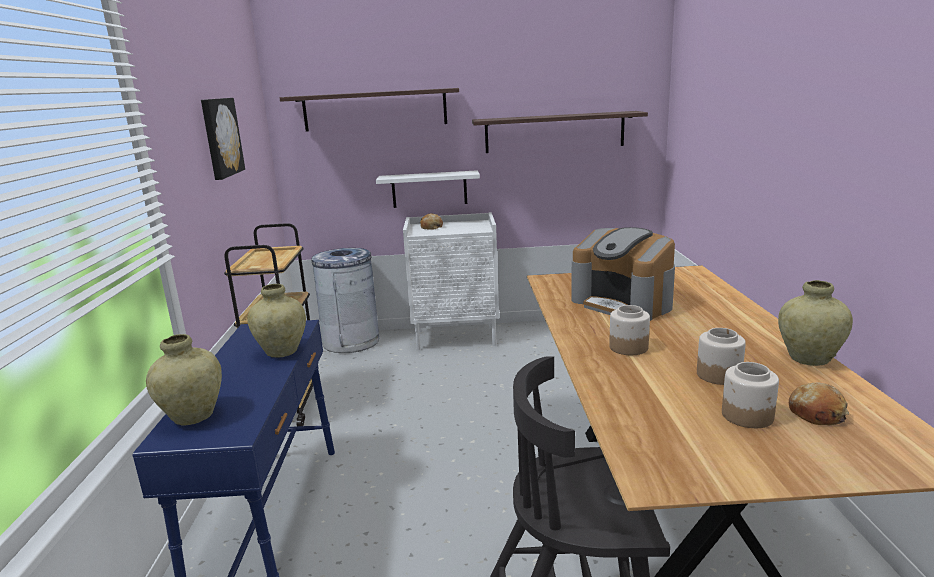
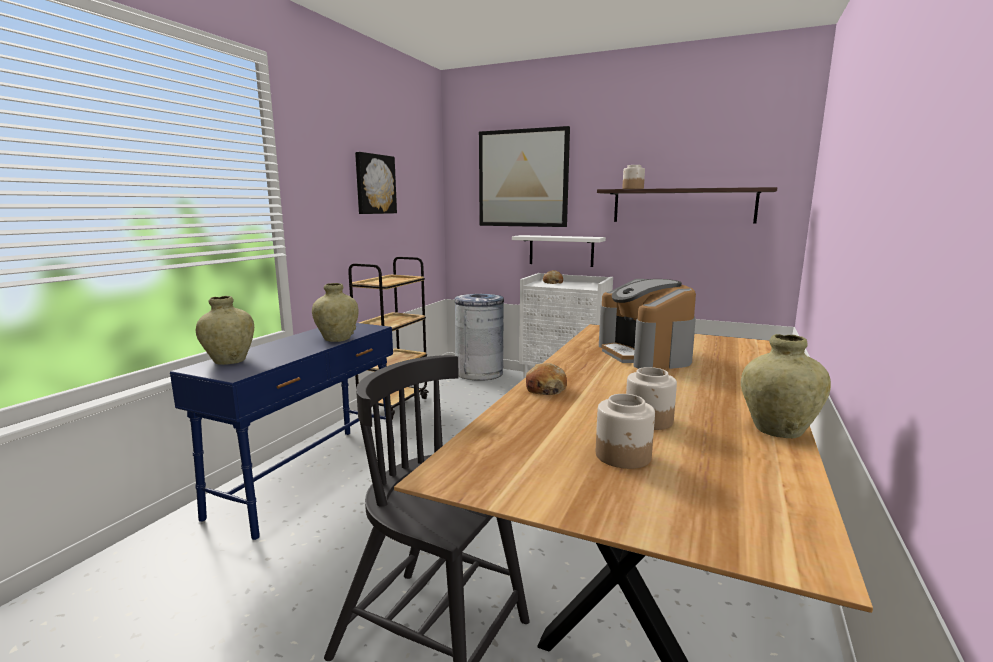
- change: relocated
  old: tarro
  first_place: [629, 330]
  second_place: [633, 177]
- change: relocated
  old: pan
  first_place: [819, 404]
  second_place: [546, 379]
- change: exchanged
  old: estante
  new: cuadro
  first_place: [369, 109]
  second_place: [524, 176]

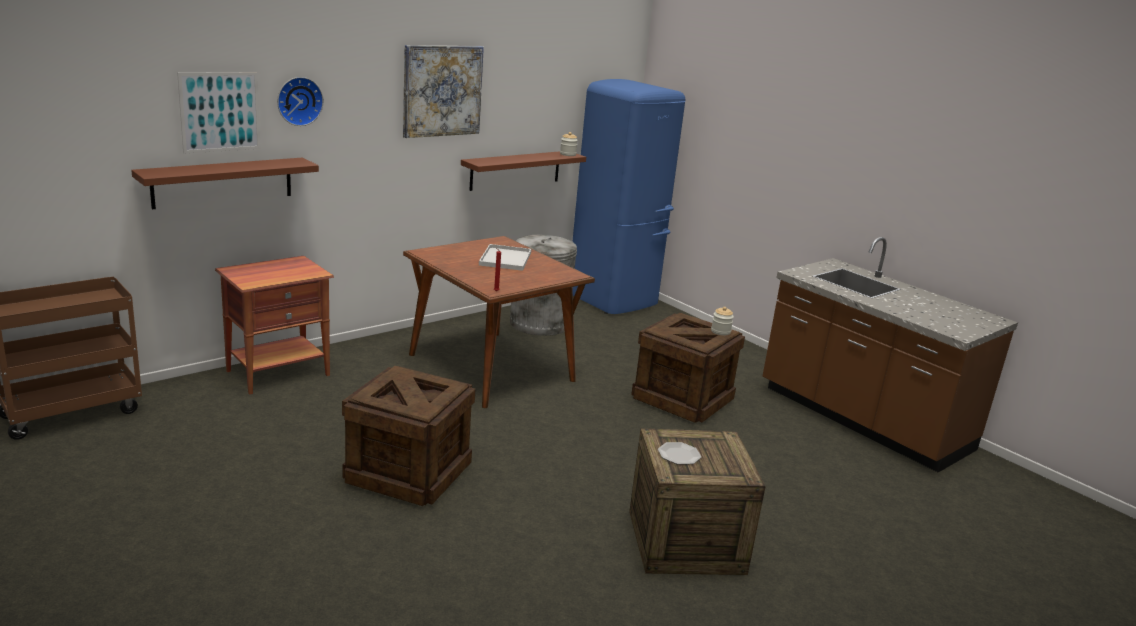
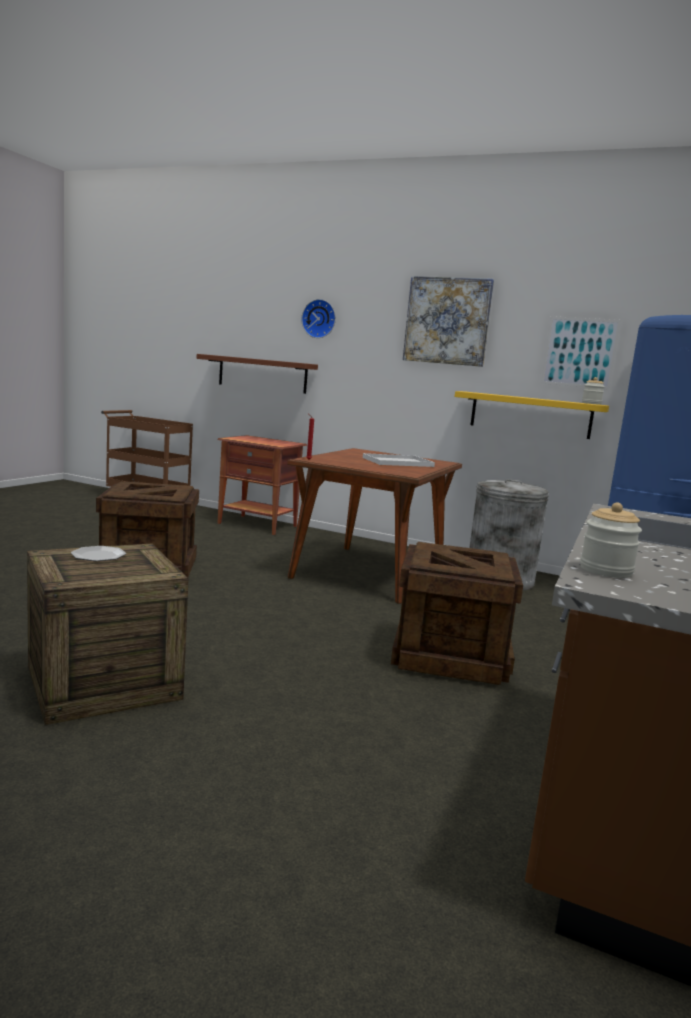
- change: relocated
  old: cuadro
  first_place: [219, 112]
  second_place: [581, 353]
- change: relocated
  old: tarro
  first_place: [722, 321]
  second_place: [611, 540]
- change: colour
  old: estante [marrón]
  new: estante [amarillo]
  first_place: [523, 171]
  second_place: [532, 415]

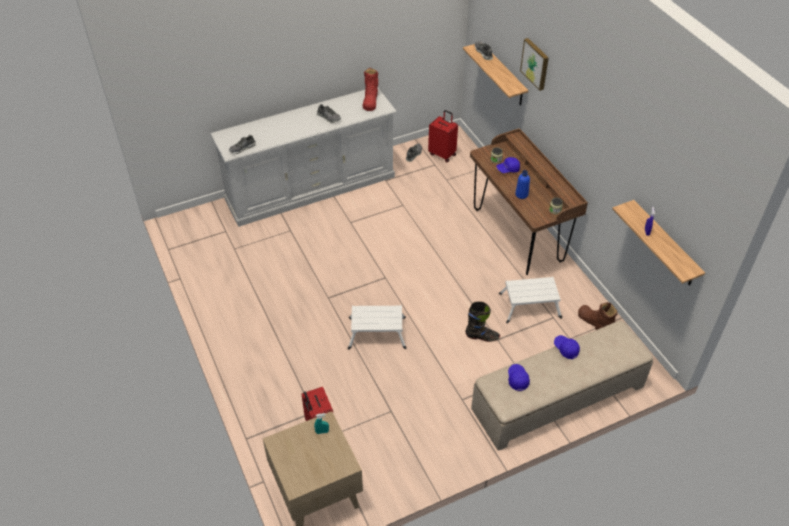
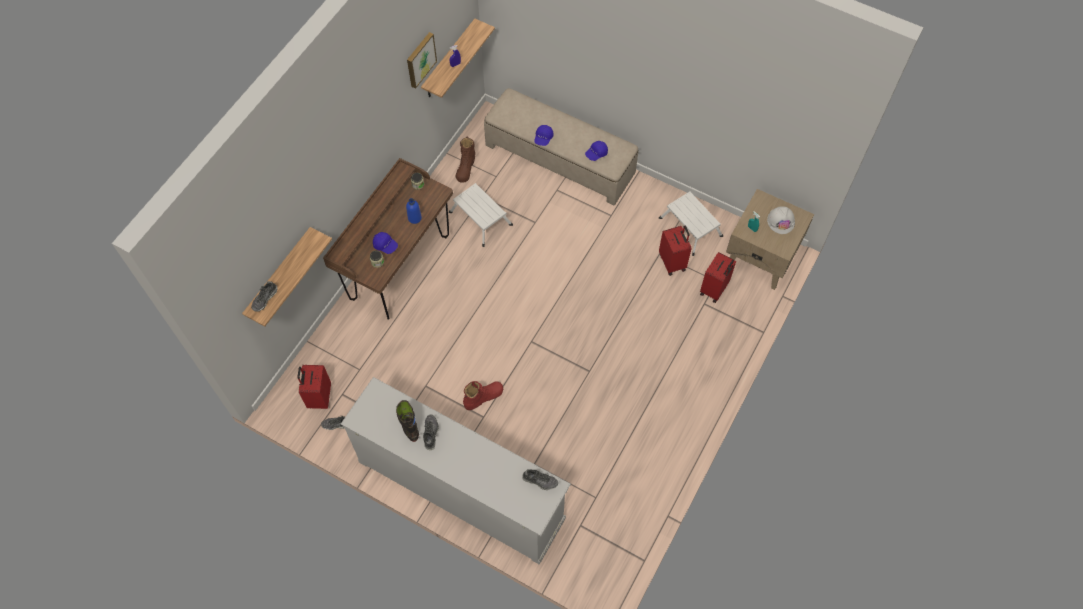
- change: appeared
  new: maleta [rojo]
  second_place: [675, 251]
- change: appeared
  new: casco [blanco]
  second_place: [781, 220]
- change: relocated
  old: escalera de tijera [blanco]
  first_place: [377, 327]
  second_place: [691, 223]
- change: relocated
  old: bota [rojo]
  first_place: [370, 89]
  second_place: [483, 395]
- change: relocated
  old: bota [negro]
  first_place: [482, 321]
  second_place: [407, 421]
- change: relocated
  old: cuadro
  first_place: [534, 64]
  second_place: [422, 60]

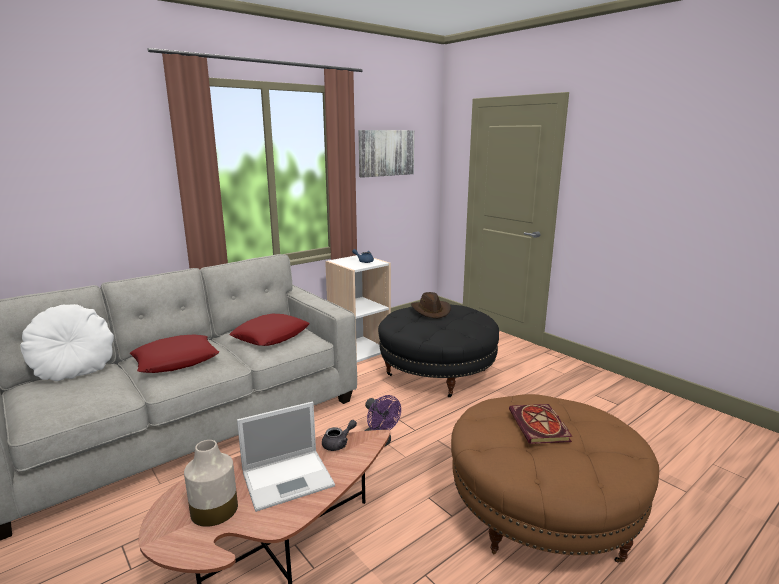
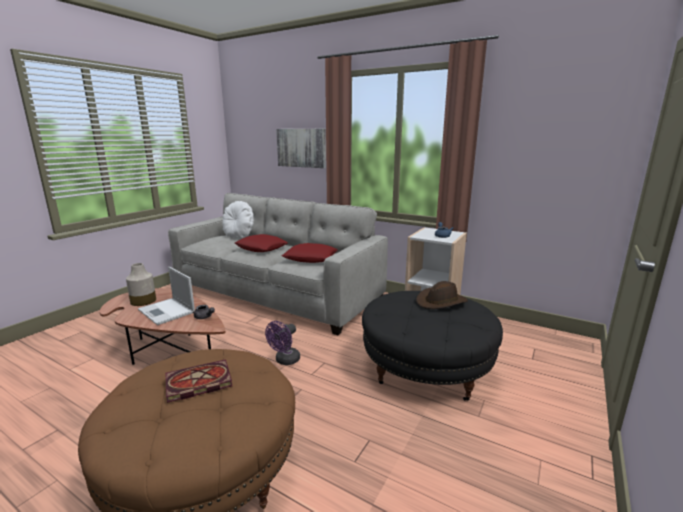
- change: relocated
  old: cuadro
  first_place: [386, 154]
  second_place: [301, 148]

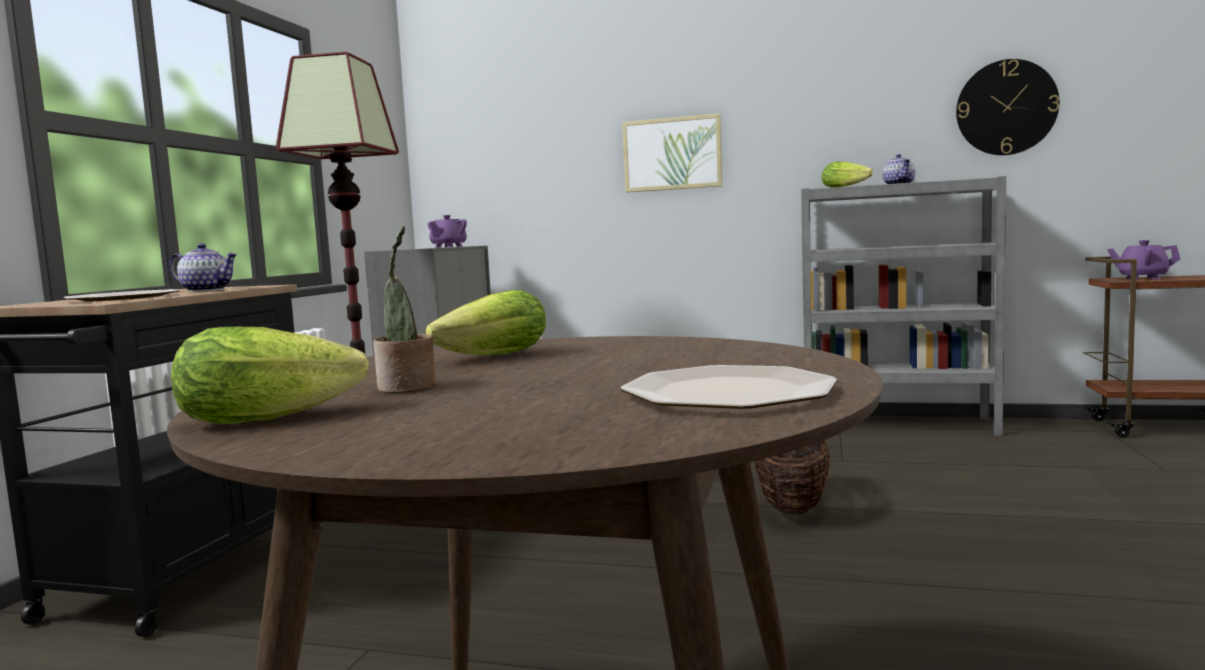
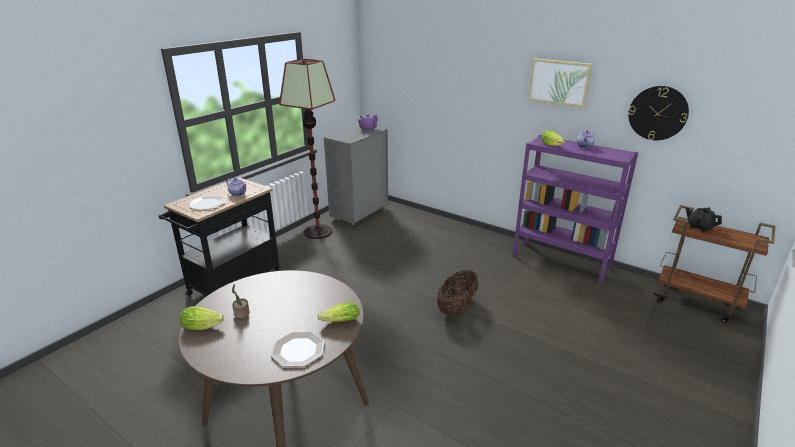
- change: relocated
  old: lechuga
  first_place: [486, 322]
  second_place: [338, 312]
- change: relocated
  old: cuadro
  first_place: [672, 152]
  second_place: [560, 83]
- change: colour
  old: estantería [gris]
  new: estantería [morado]
  first_place: [903, 306]
  second_place: [575, 209]
- change: colour
  old: tetera [morado]
  new: tetera [negro]
  first_place: [1144, 260]
  second_place: [704, 219]

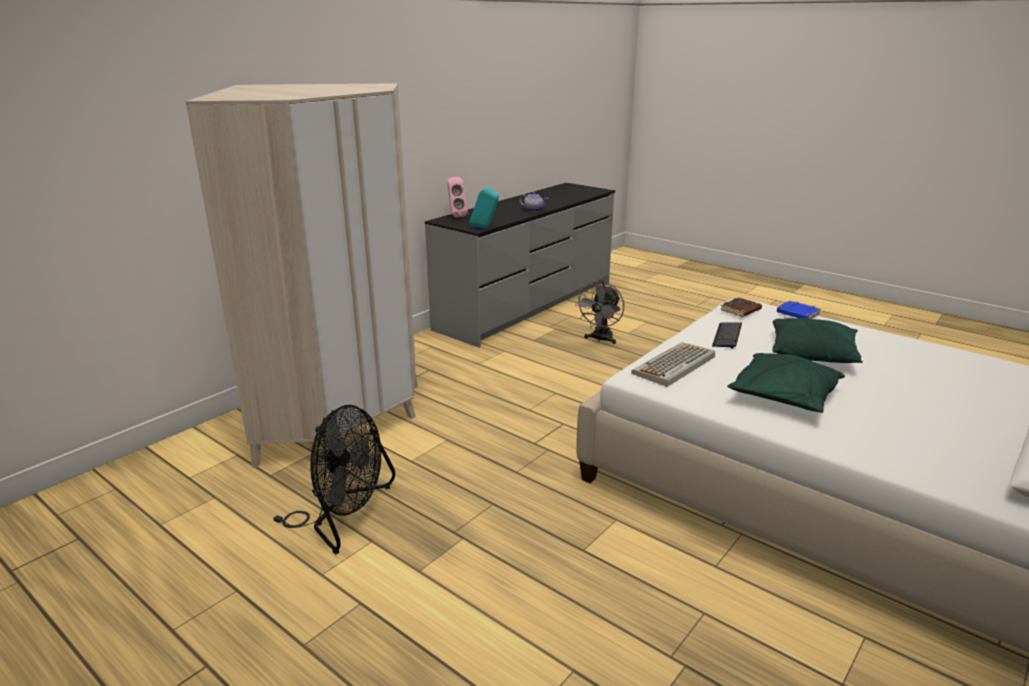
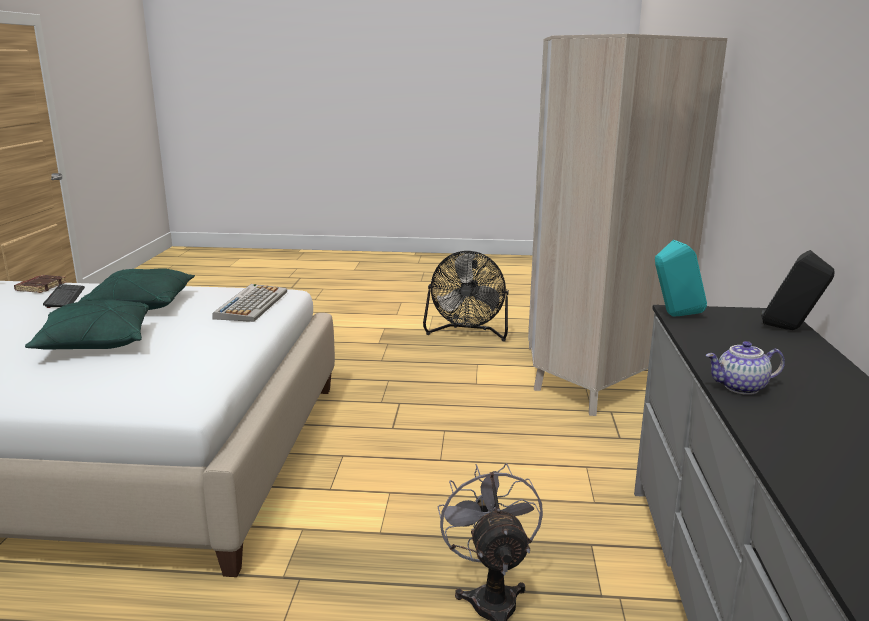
- change: missing
  old: libro [azul]
  first_place: [799, 310]
- change: relocated
  old: teclado
  first_place: [727, 335]
  second_place: [64, 296]
- change: relocated
  old: libro [marrón]
  first_place: [741, 307]
  second_place: [40, 284]
- change: colour
  old: altavoz [rosa]
  new: altavoz [negro]
  first_place: [458, 197]
  second_place: [798, 290]
- change: spun
  old: ventilador [negro]
  first_place: [334, 480]
  second_place: [466, 296]
  degrees: -60

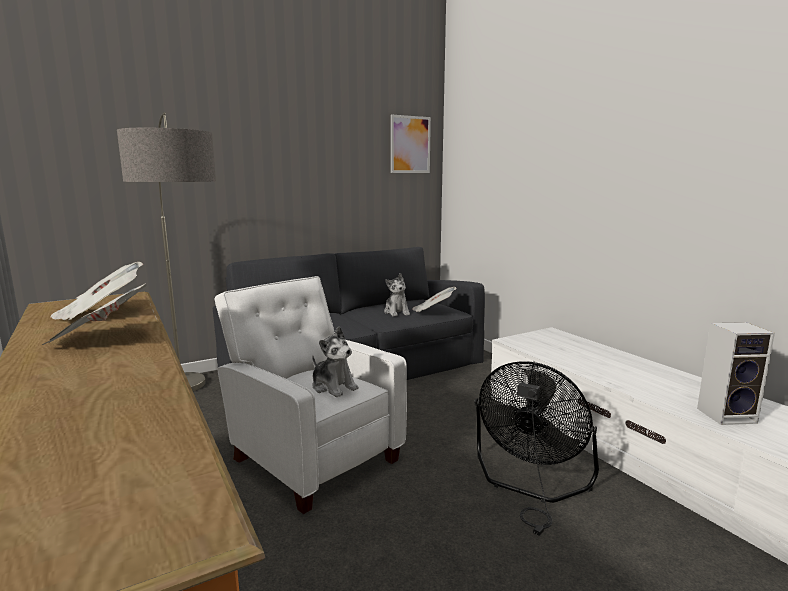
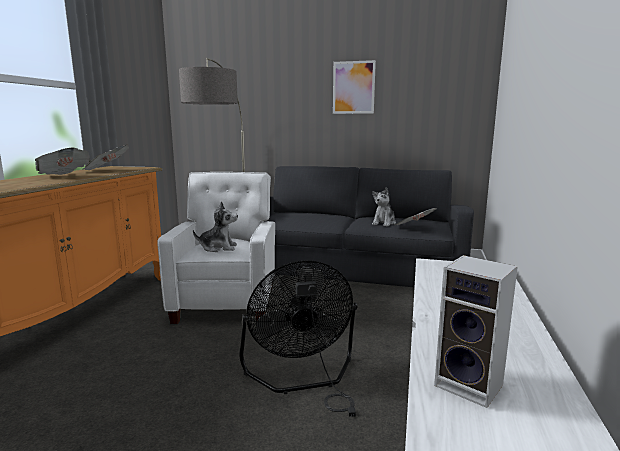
- change: relocated
  old: cuadro
  first_place: [411, 144]
  second_place: [354, 87]
- change: spun
  old: peluche
  first_place: [335, 362]
  second_place: [215, 226]
  degrees: -90
- change: spun
  old: ventilador [negro]
  first_place: [536, 448]
  second_place: [298, 338]
  degrees: -90

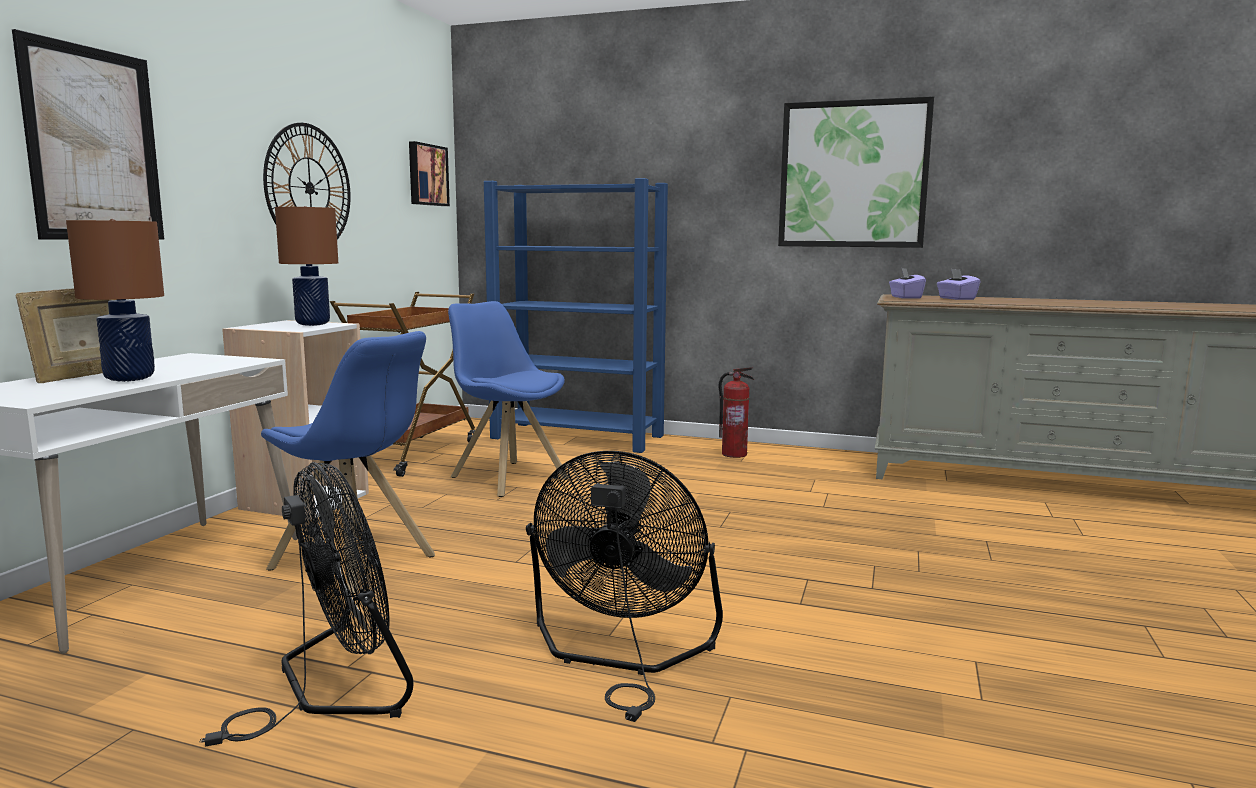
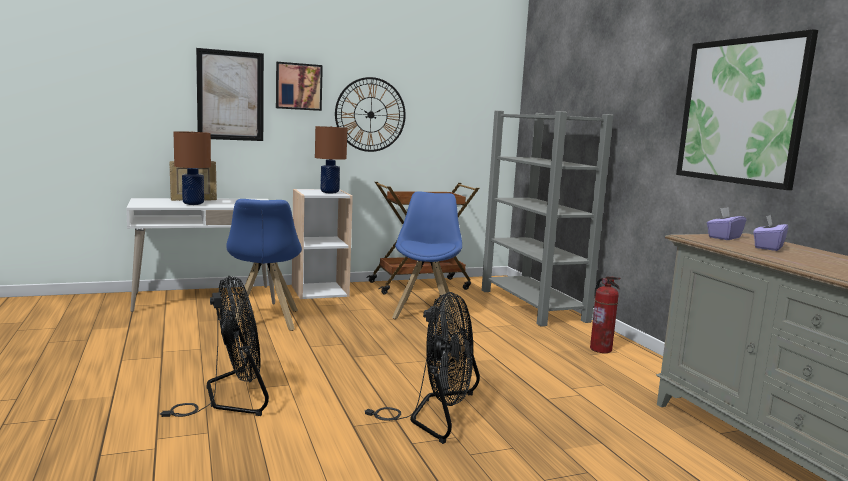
- change: relocated
  old: ventilador [negro]
  first_place: [306, 604]
  second_place: [422, 368]
- change: relocated
  old: cuadro
  first_place: [429, 173]
  second_place: [299, 86]
- change: colour
  old: estantería [azul]
  new: estantería [gris]
  first_place: [576, 315]
  second_place: [547, 218]

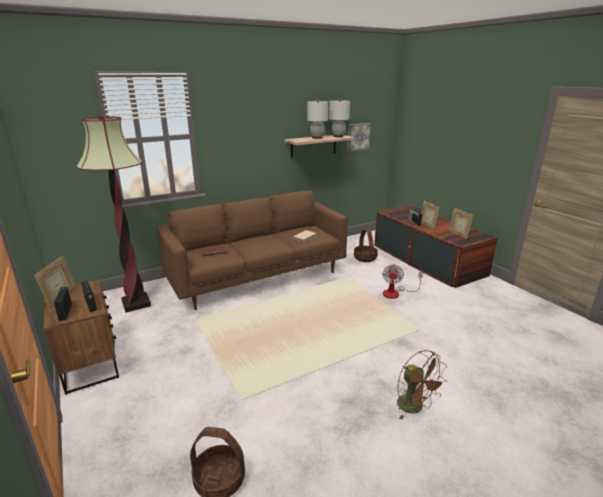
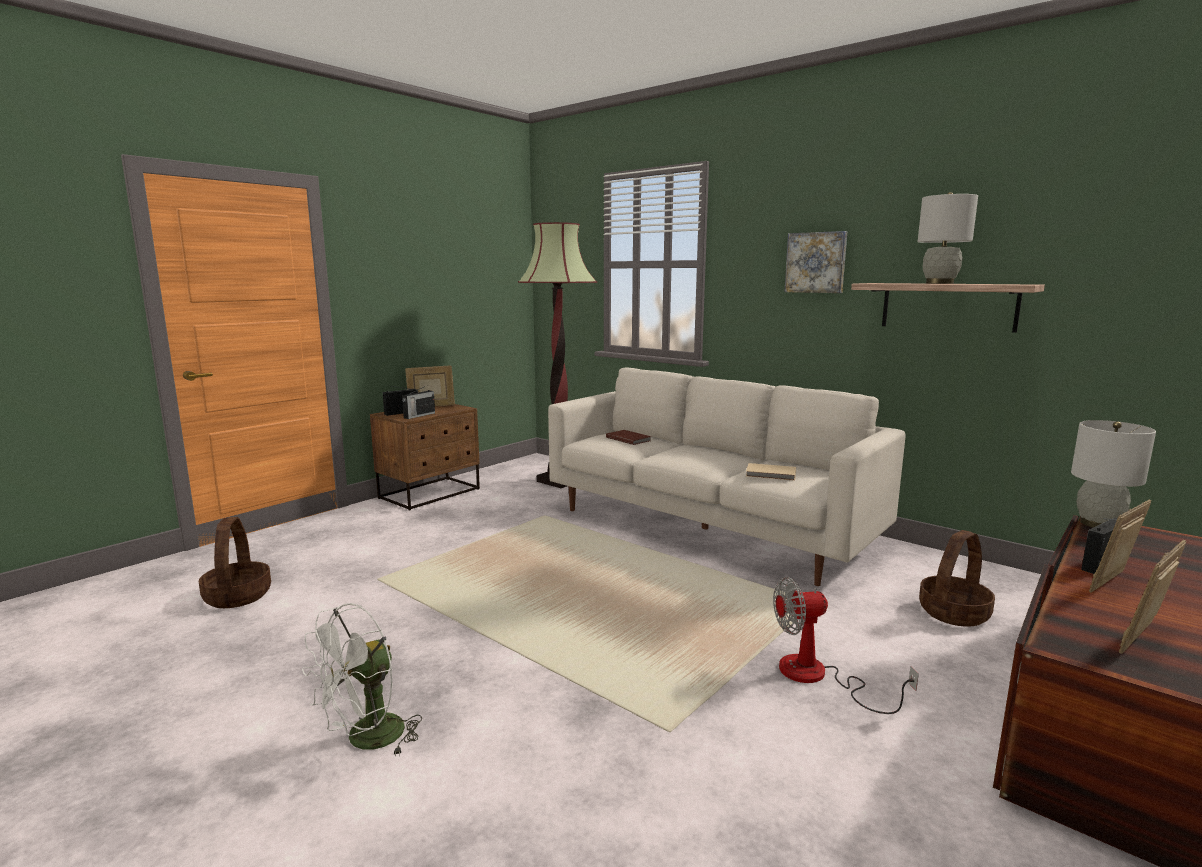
- change: relocated
  old: lámpara de mesa [blanco]
  first_place: [339, 118]
  second_place: [1113, 474]
- change: relocated
  old: cuadro
  first_place: [359, 137]
  second_place: [815, 262]
- change: colour
  old: sofá [marrón]
  new: sofá [blanco]
  first_place: [252, 250]
  second_place: [727, 477]
- change: colour
  old: ventilador [marrón]
  new: ventilador [blanco]
  first_place: [422, 385]
  second_place: [362, 680]

